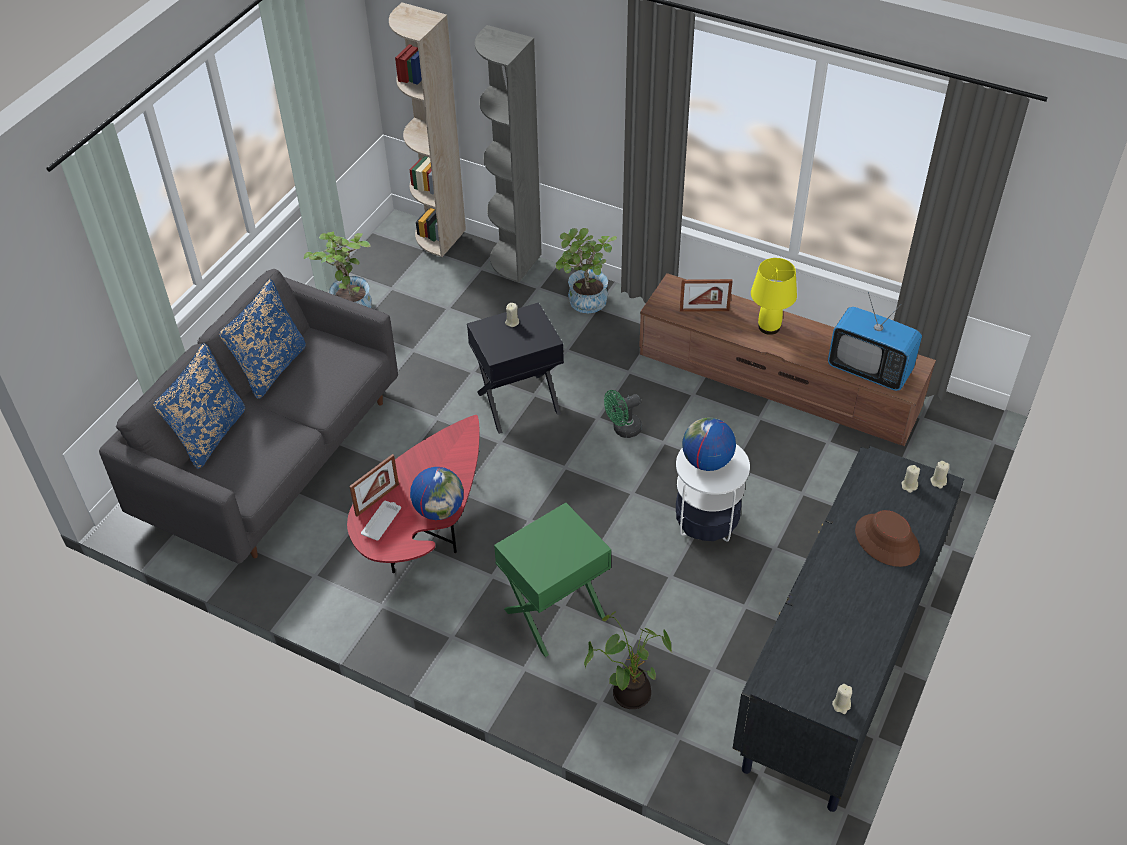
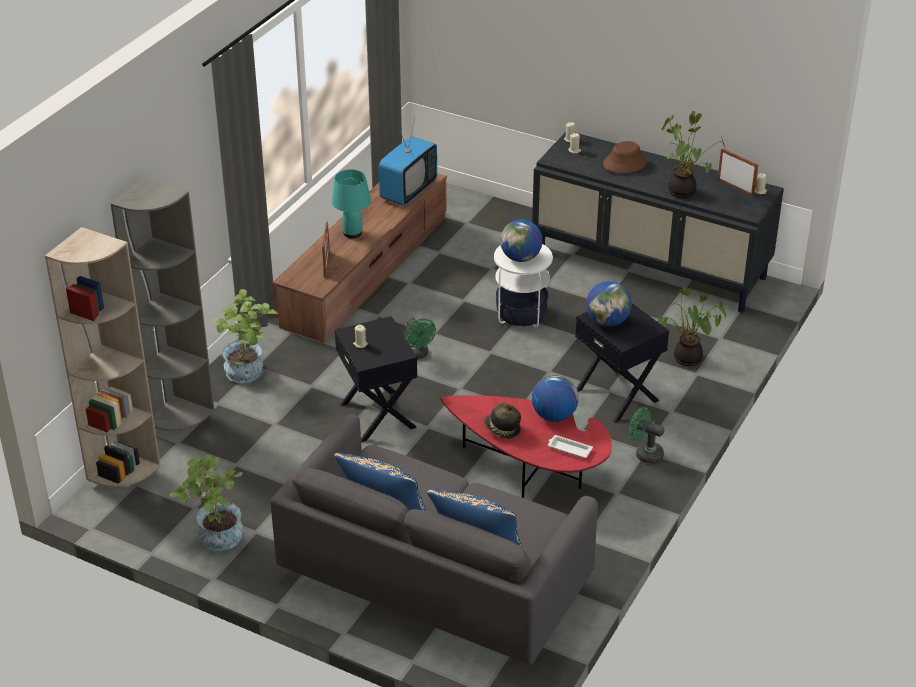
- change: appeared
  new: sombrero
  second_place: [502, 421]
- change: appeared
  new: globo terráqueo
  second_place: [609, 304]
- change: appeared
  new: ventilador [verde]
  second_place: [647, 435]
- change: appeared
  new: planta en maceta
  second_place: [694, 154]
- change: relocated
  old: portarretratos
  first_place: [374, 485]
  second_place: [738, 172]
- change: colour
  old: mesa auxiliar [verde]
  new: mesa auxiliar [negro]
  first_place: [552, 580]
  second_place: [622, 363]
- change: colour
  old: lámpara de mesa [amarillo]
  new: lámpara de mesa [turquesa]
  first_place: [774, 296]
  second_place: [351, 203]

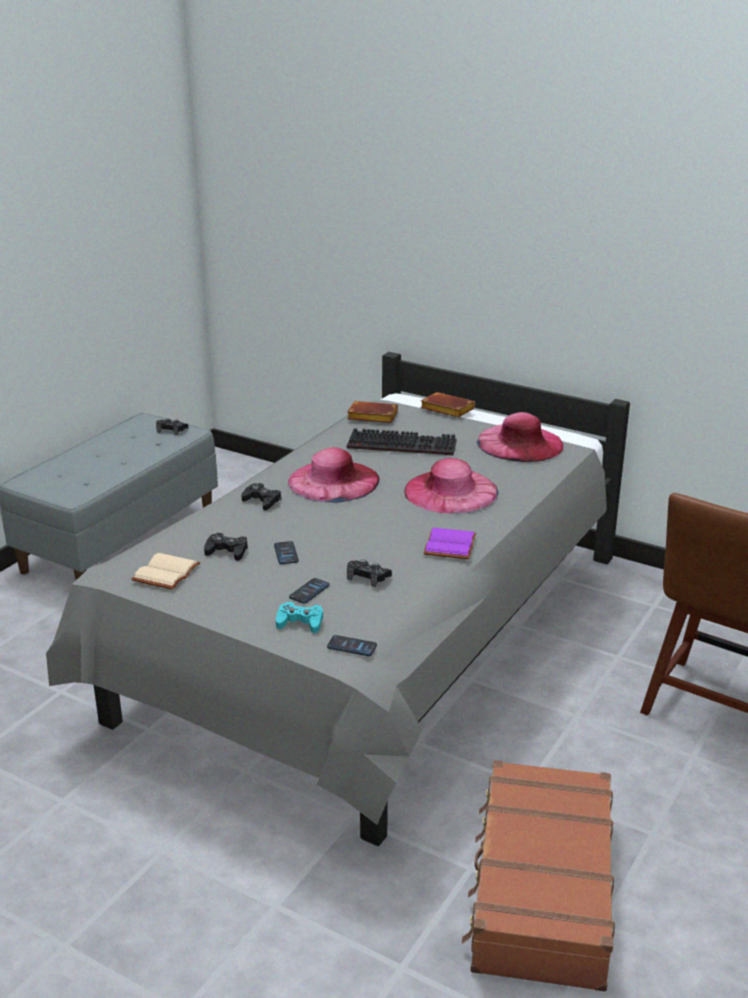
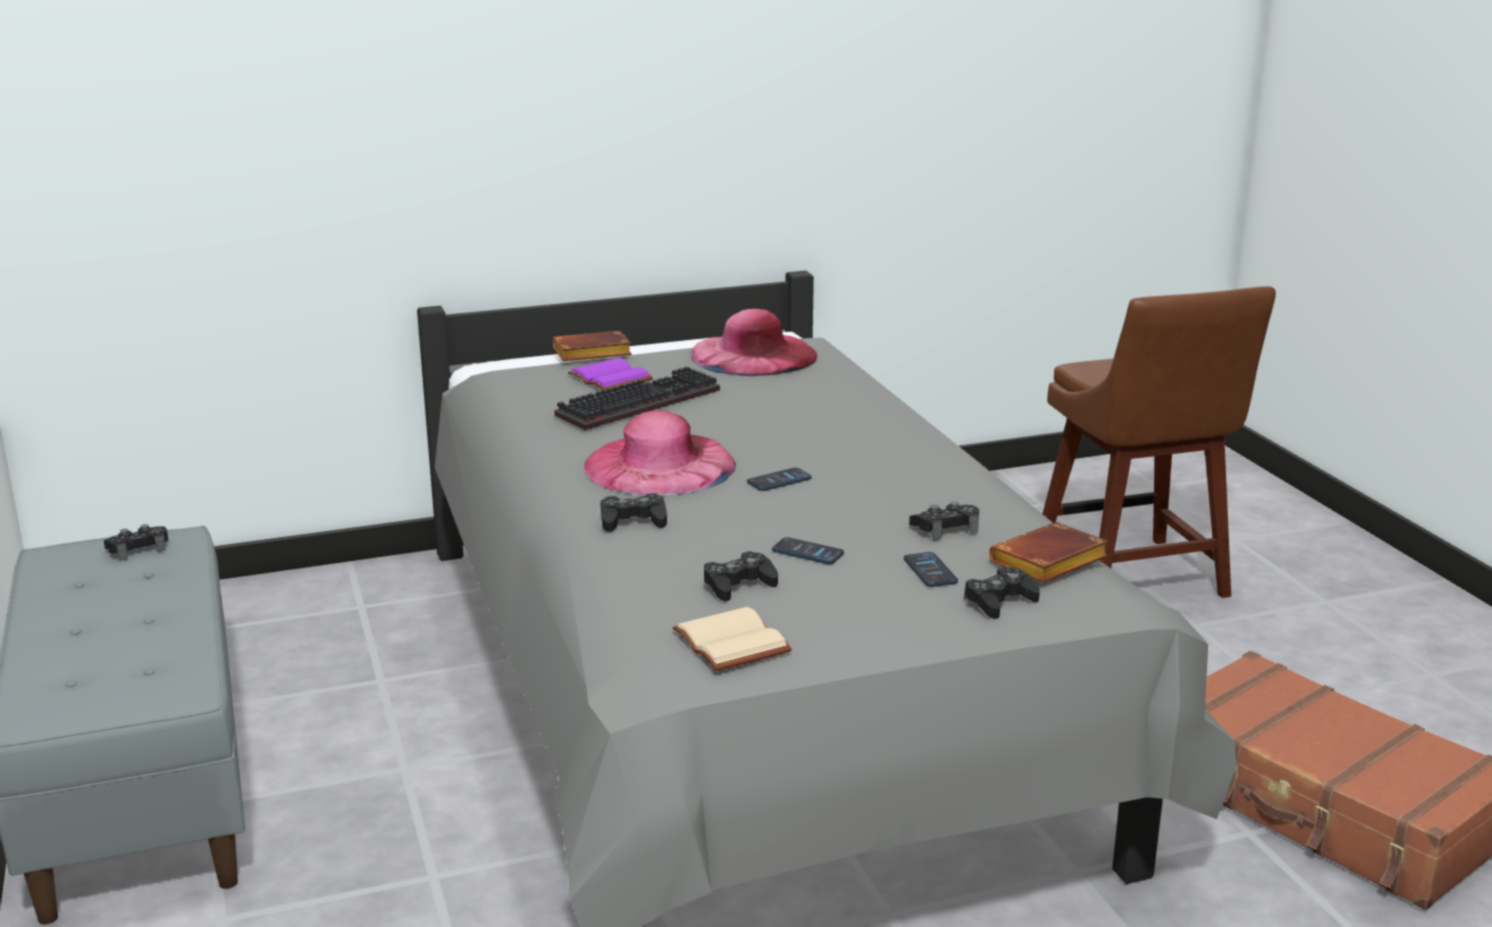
- change: missing
  old: sombrero [rosa]
  first_place: [451, 486]
- change: relocated
  old: móvil
  first_place: [352, 645]
  second_place: [779, 479]
- change: relocated
  old: libro [marrón]
  first_place: [372, 412]
  second_place: [1049, 552]
- change: relocated
  old: libro [morado]
  first_place: [450, 543]
  second_place: [610, 374]
- change: colour
  old: mando de consola [turquesa]
  new: mando de consola [negro]
  first_place: [299, 617]
  second_place: [1002, 592]

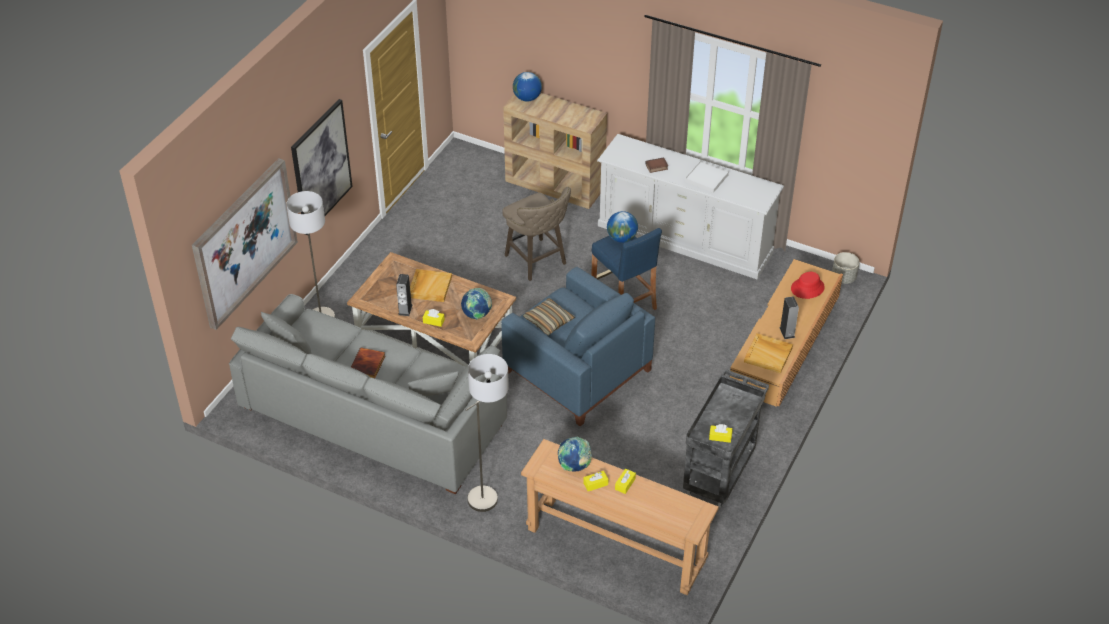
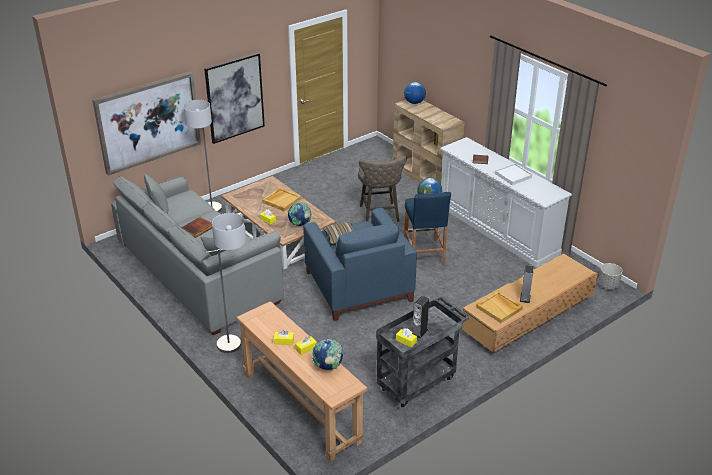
- change: missing
  old: sombrero [rojo]
  first_place: [808, 285]
- change: relocated
  old: altavoz
  first_place: [404, 295]
  second_place: [420, 317]
- change: relocated
  old: globo terráqueo
  first_place: [575, 454]
  second_place: [327, 354]

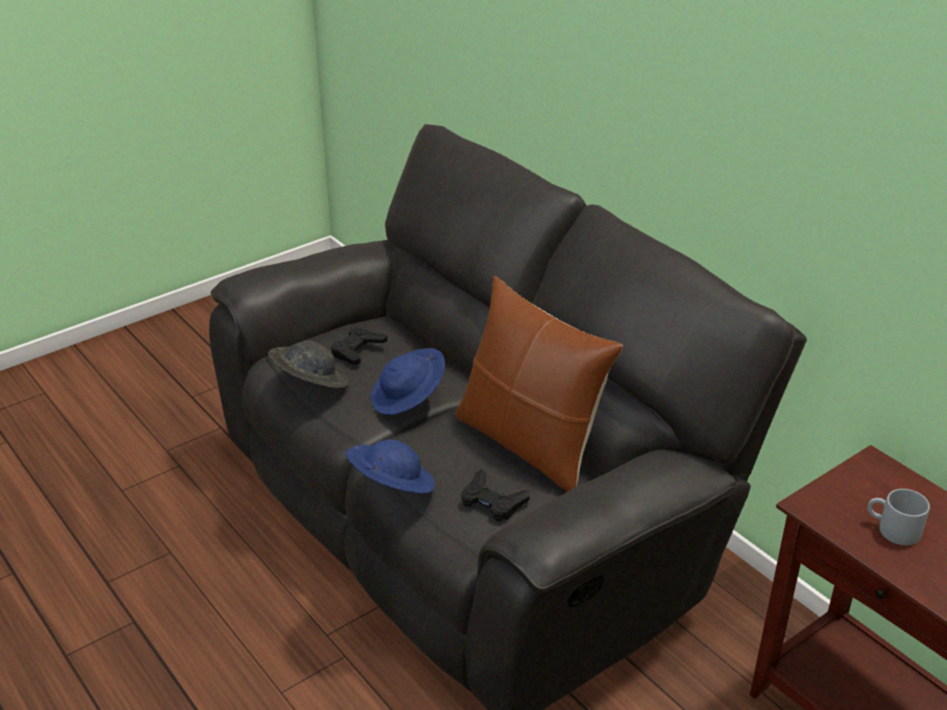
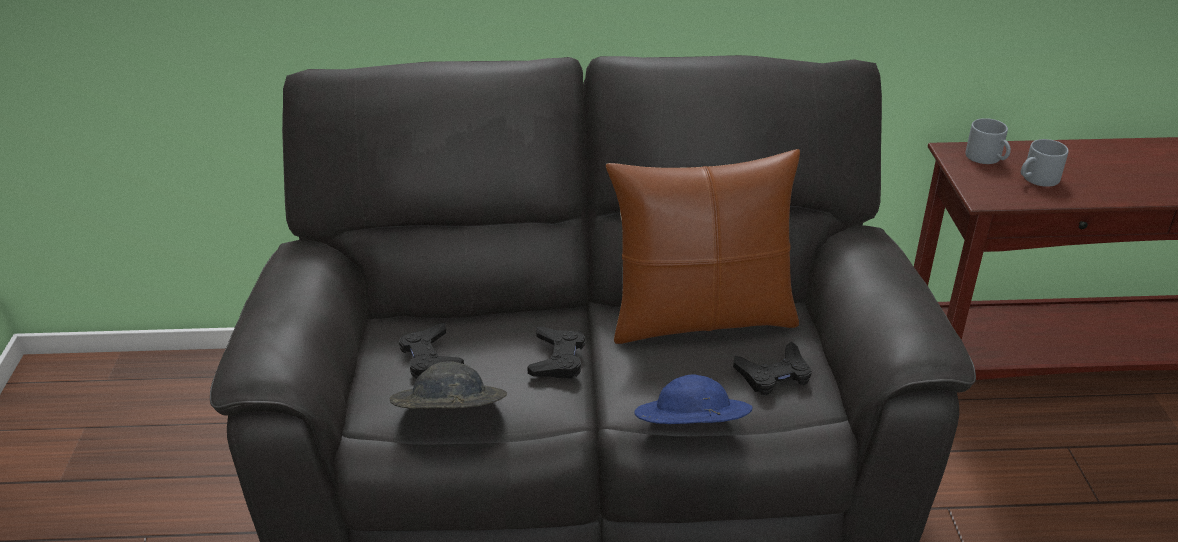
- change: appeared
  new: taza grande [gris]
  second_place: [988, 141]
- change: exchanged
  old: sombrero [azul]
  new: mando de consola [negro]
  first_place: [408, 381]
  second_place: [556, 352]

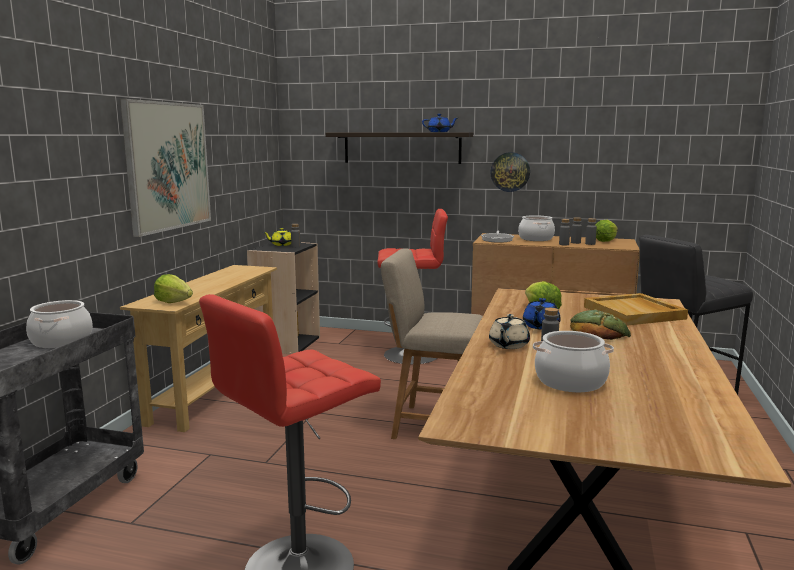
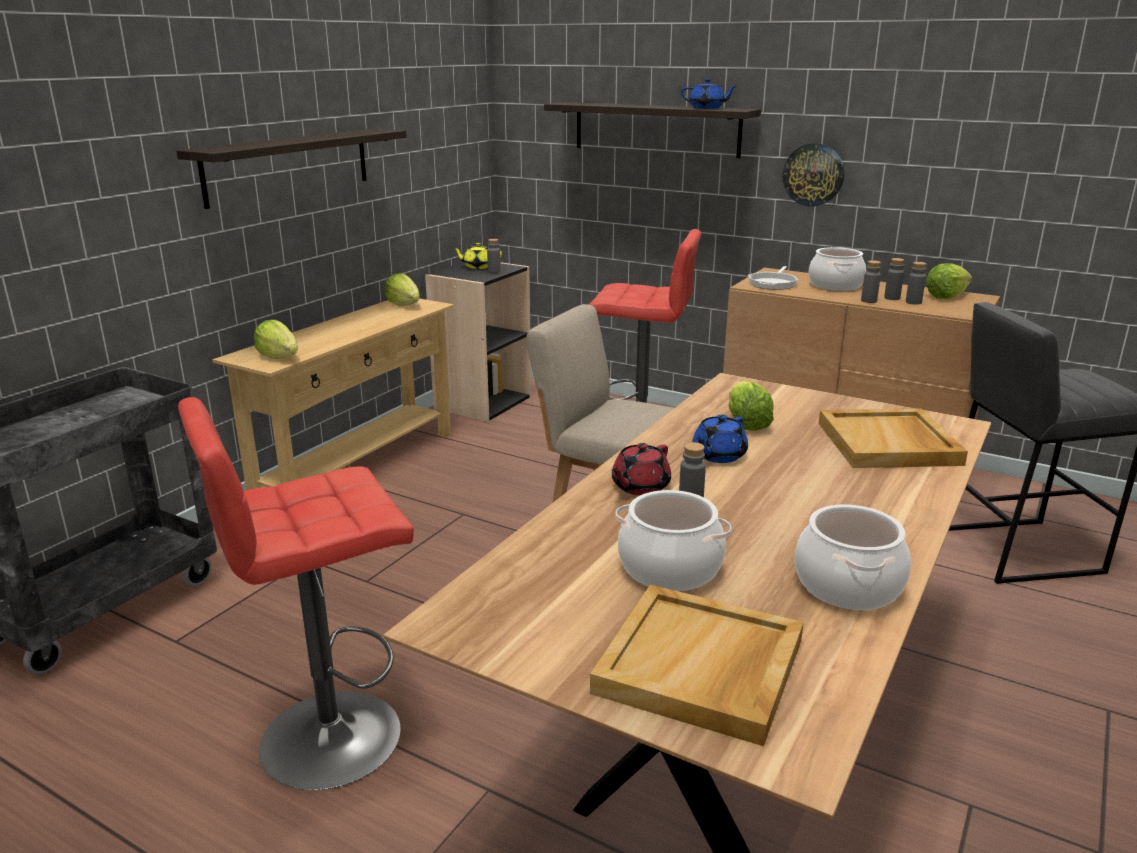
- change: missing
  old: pan
  first_place: [600, 324]
- change: appeared
  new: lechuga
  second_place: [402, 289]
- change: appeared
  new: bandeja [beis]
  second_place: [697, 665]
- change: relocated
  old: olla
  first_place: [59, 324]
  second_place: [853, 557]
- change: exchanged
  old: cuadro
  new: estante
  first_place: [165, 168]
  second_place: [292, 169]
- change: colour
  old: tetera [beis]
  new: tetera [rojo]
  first_place: [509, 331]
  second_place: [641, 469]

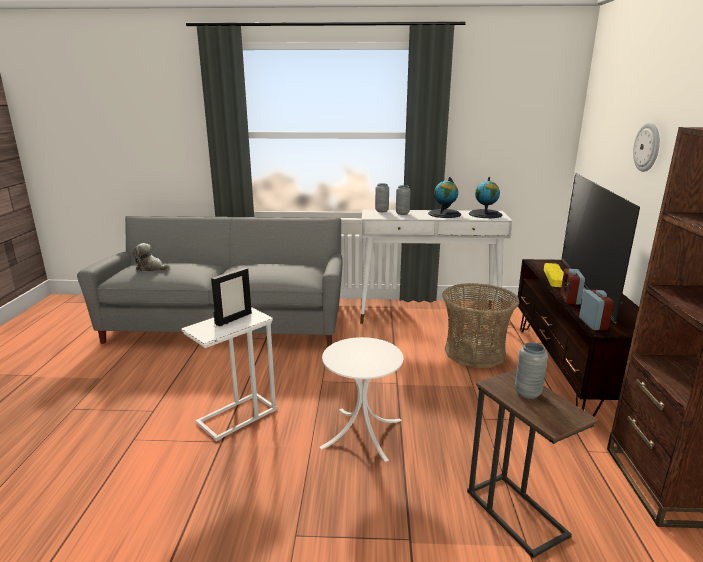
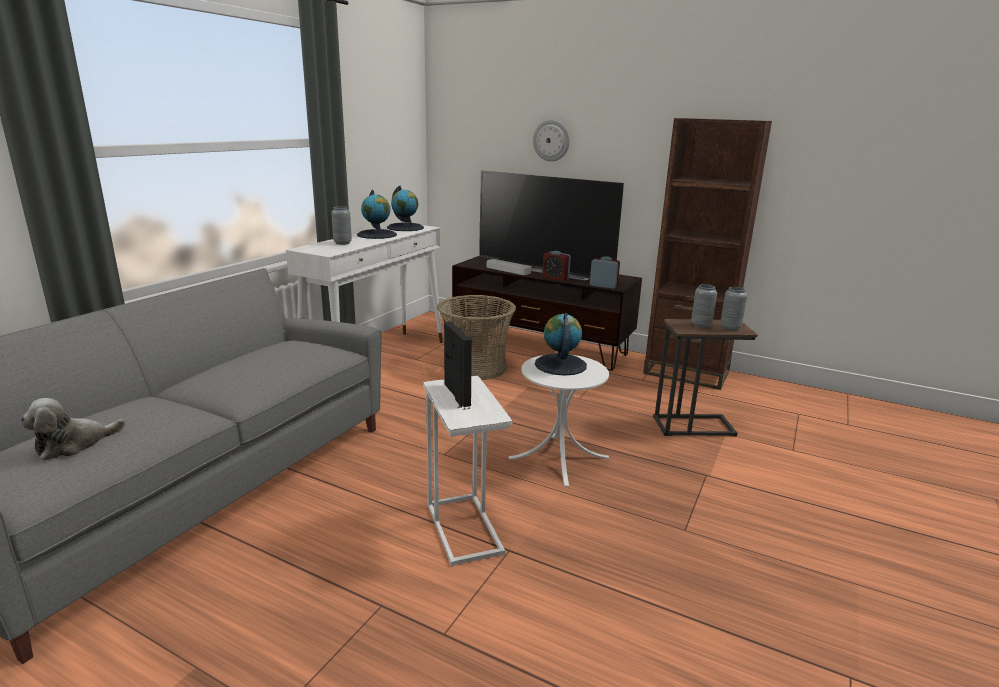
- change: appeared
  new: globo terráqueo
  second_place: [561, 344]
- change: relocated
  old: florero [gris]
  first_place: [382, 197]
  second_place: [733, 309]
- change: colour
  old: bandeja [amarillo]
  new: bandeja [gris]
  first_place: [554, 275]
  second_place: [509, 267]

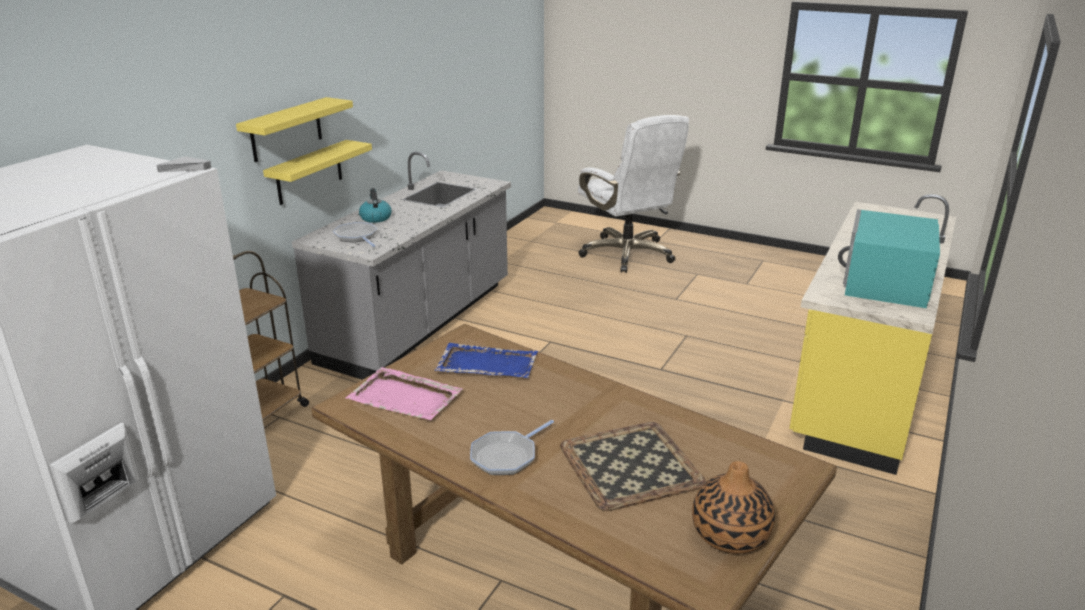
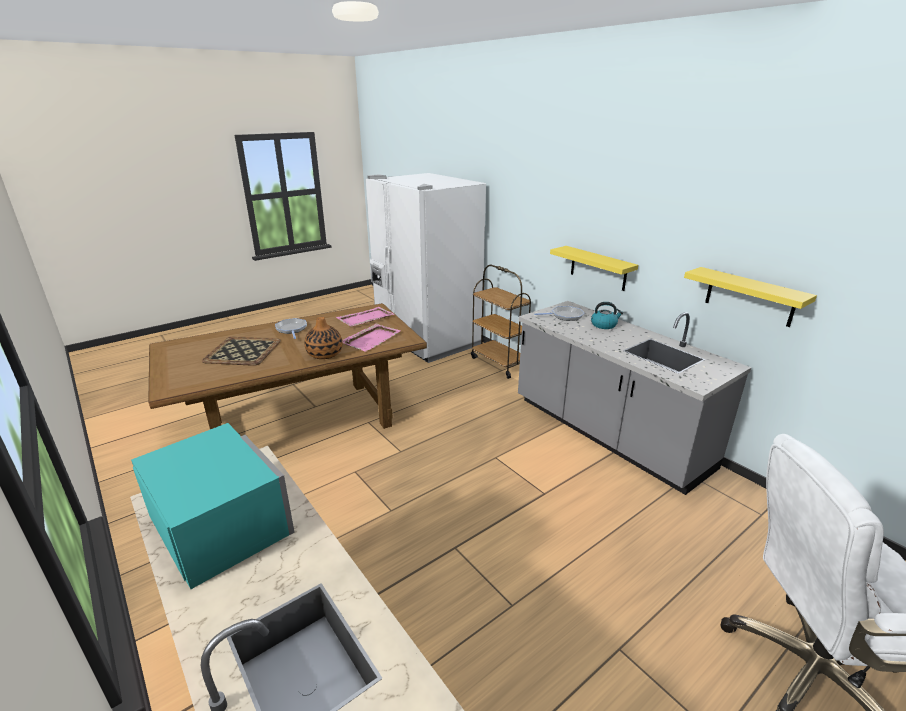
- change: relocated
  old: estante [amarillo]
  first_place: [294, 129]
  second_place: [750, 297]
- change: relocated
  old: florero
  first_place: [733, 507]
  second_place: [323, 338]
- change: colour
  old: bandeja [azul]
  new: bandeja [rosa]
  first_place: [486, 360]
  second_place: [371, 338]

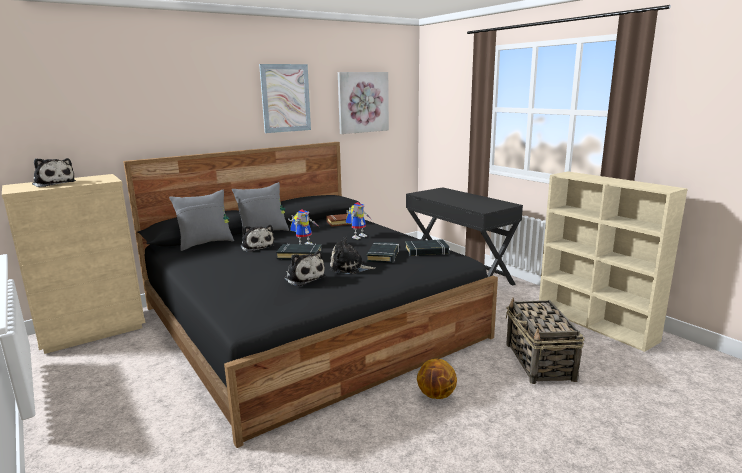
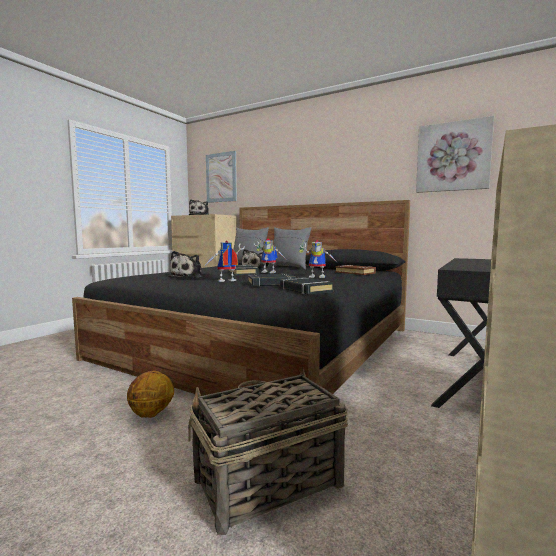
- change: relocated
  old: cuadro
  first_place: [285, 98]
  second_place: [221, 177]
- change: exchanged
  old: peluche
  new: robot de juguete
  first_place: [353, 255]
  second_place: [225, 261]

